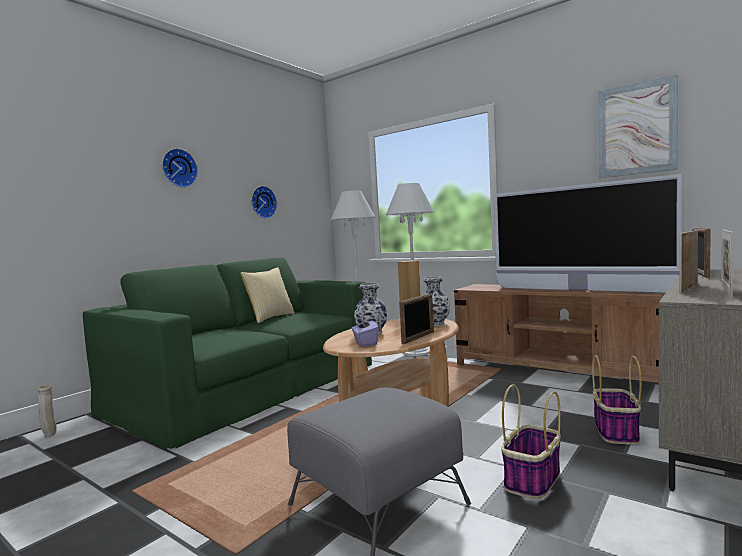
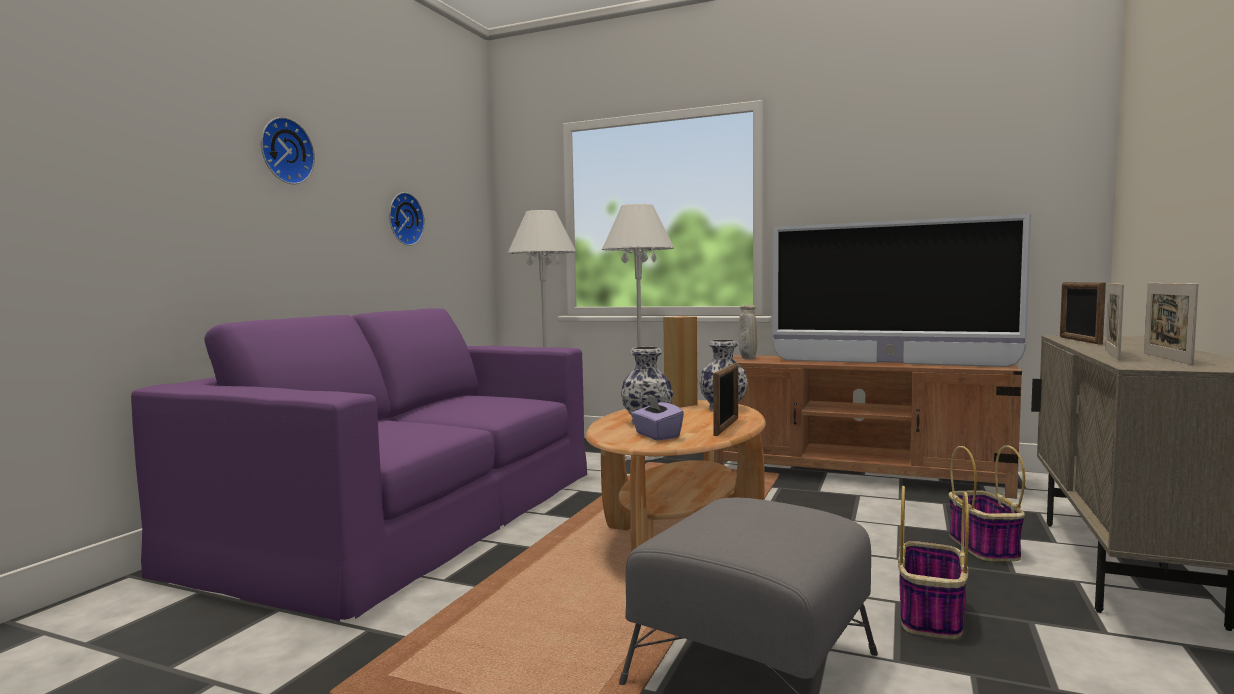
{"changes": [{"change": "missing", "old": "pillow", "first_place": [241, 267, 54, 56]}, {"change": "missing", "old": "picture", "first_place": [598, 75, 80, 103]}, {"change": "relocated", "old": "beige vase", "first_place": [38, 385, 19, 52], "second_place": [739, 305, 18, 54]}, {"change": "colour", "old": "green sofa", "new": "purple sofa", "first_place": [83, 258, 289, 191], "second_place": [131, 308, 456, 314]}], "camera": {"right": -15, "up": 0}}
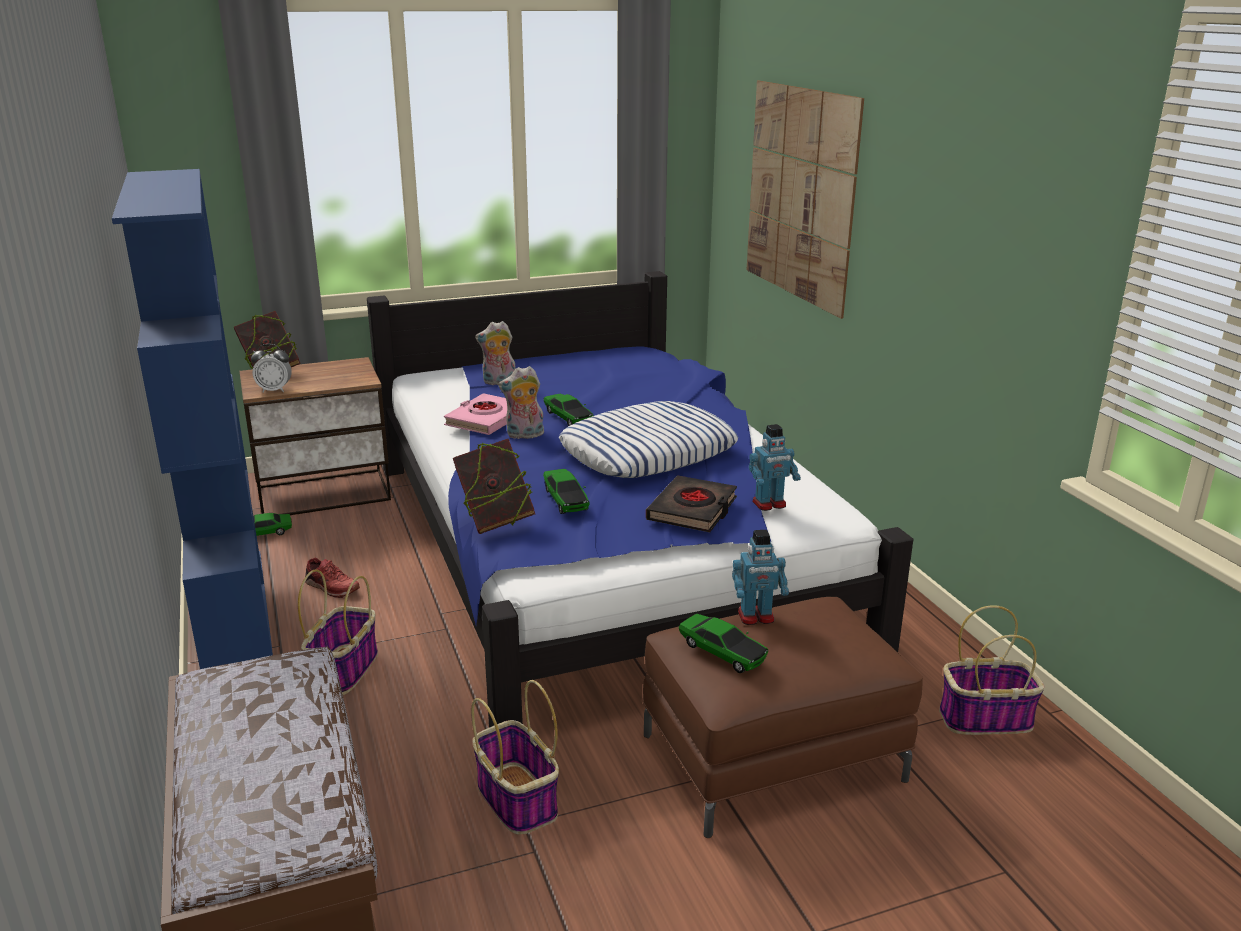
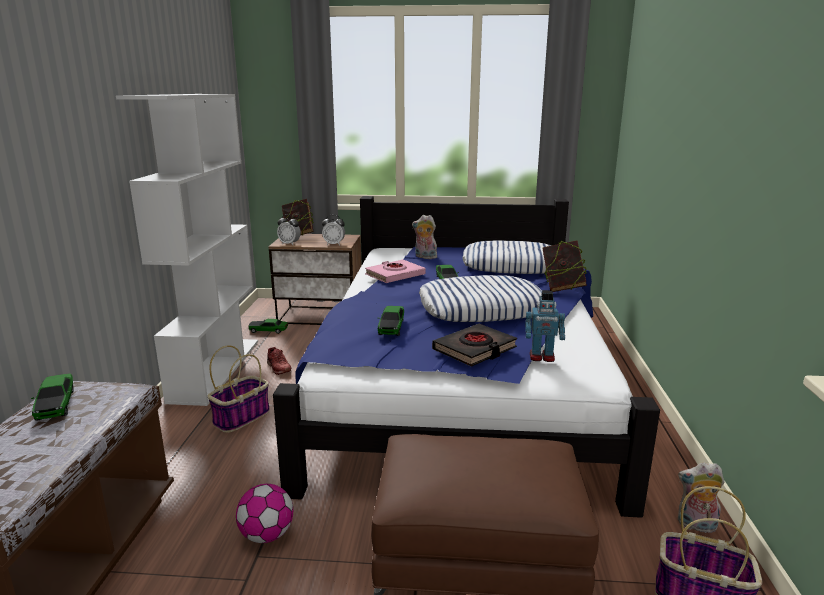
{"changes": [{"change": "missing", "old": "toy robot", "first_place": [732, 530, 57, 95]}, {"change": "missing", "old": "picture", "first_place": [747, 81, 117, 238]}, {"change": "appeared", "new": "alarm clock", "second_place": [322, 215, 23, 30]}, {"change": "appeared", "new": "pillow", "second_place": [462, 240, 90, 34]}, {"change": "relocated", "old": "book", "first_place": [453, 439, 82, 95], "second_place": [543, 240, 44, 52]}, {"change": "relocated", "old": "plush toy", "first_place": [498, 366, 46, 73], "second_place": [678, 462, 47, 71]}, {"change": "relocated", "old": "toy car", "first_place": [679, 614, 89, 59], "second_place": [31, 374, 43, 47]}, {"change": "exchanged", "old": "basket", "new": "football", "first_place": [471, 680, 88, 154], "second_place": [236, 484, 57, 59]}, {"change": "colour", "old": "blue bookcase", "new": "white bookcase", "first_place": [112, 169, 161, 500], "second_place": [116, 94, 142, 312]}], "camera": {"right": 25, "up": -5}}
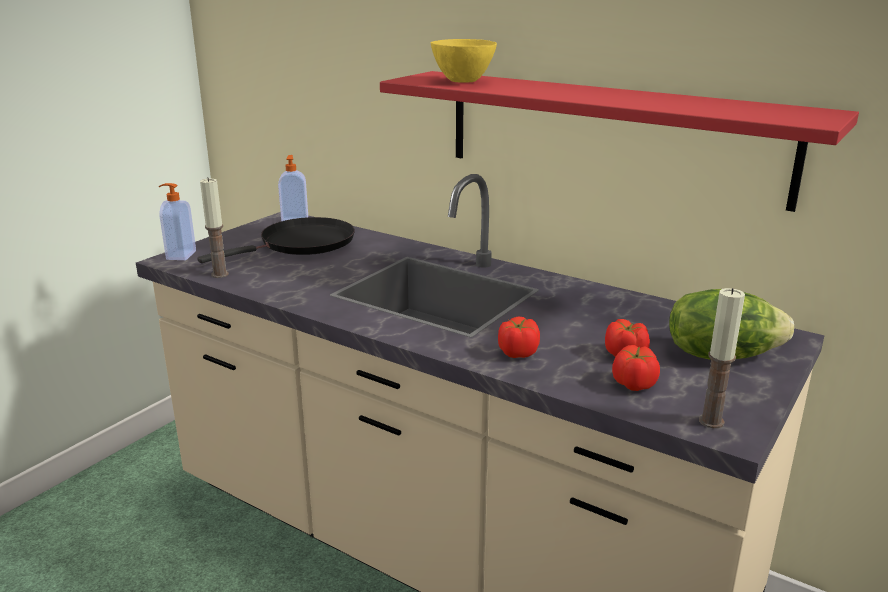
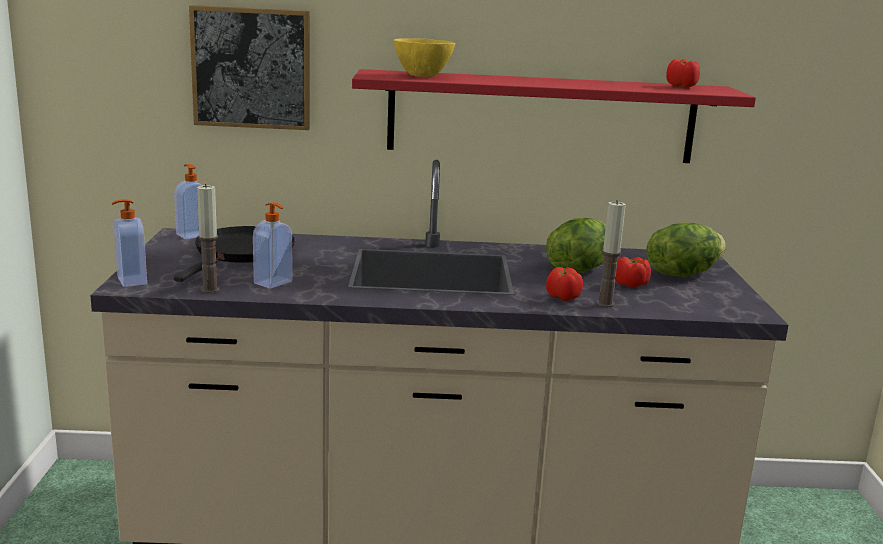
{"changes": [{"change": "appeared", "new": "picture", "second_place": [189, 5, 121, 125]}, {"change": "appeared", "new": "soap dispenser", "second_place": [253, 202, 40, 87]}, {"change": "appeared", "new": "lettuce", "second_place": [546, 218, 60, 55]}, {"change": "relocated", "old": "tomato", "first_place": [612, 345, 48, 46], "second_place": [666, 59, 34, 29]}, {"change": "relocated", "old": "candle", "first_place": [699, 288, 46, 140], "second_place": [597, 200, 29, 107]}], "camera": {"right": -35, "up": -5}}
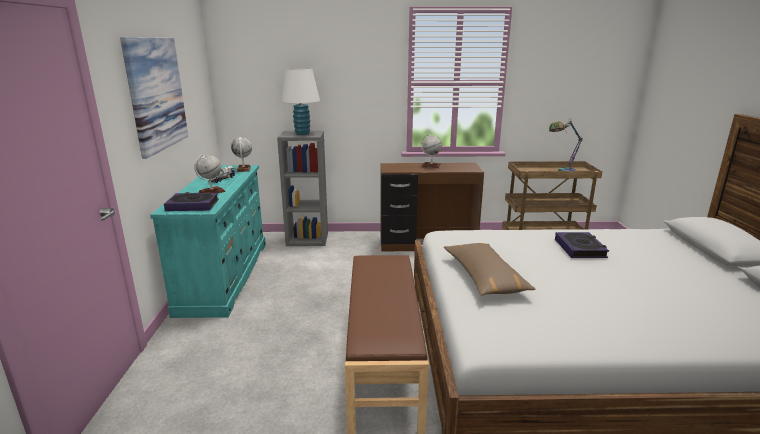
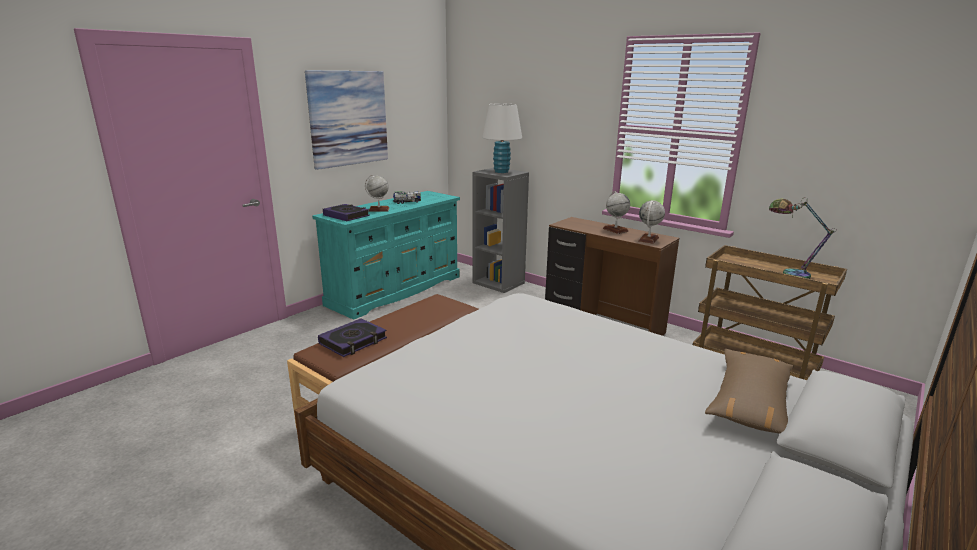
{"changes": [{"change": "relocated", "old": "globe", "first_place": [231, 137, 21, 35], "second_place": [638, 200, 27, 44]}, {"change": "relocated", "old": "brown pillow", "first_place": [444, 243, 92, 53], "second_place": [705, 349, 89, 85]}, {"change": "relocated", "old": "book", "first_place": [555, 232, 54, 26], "second_place": [318, 318, 69, 39]}], "camera": {"right": 40, "up": 0}}
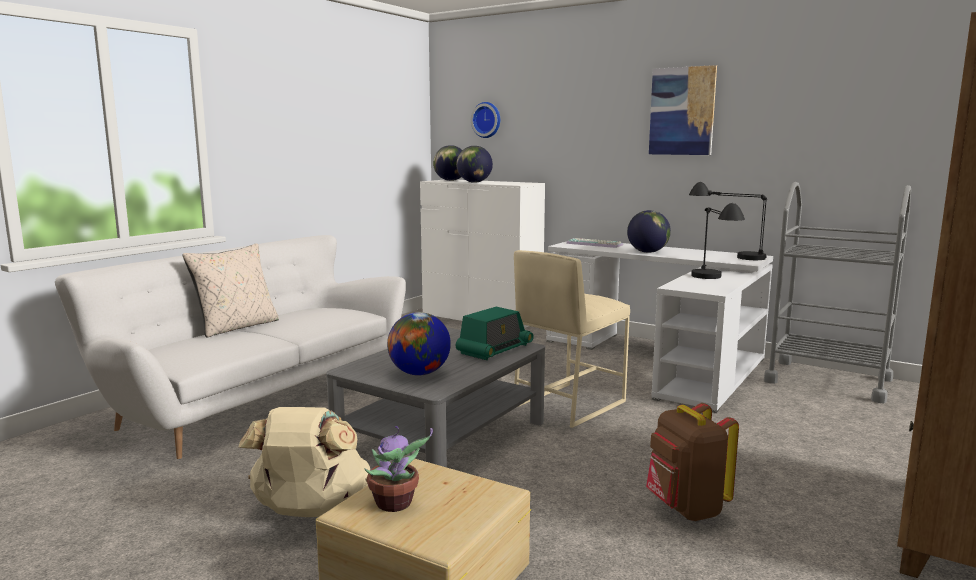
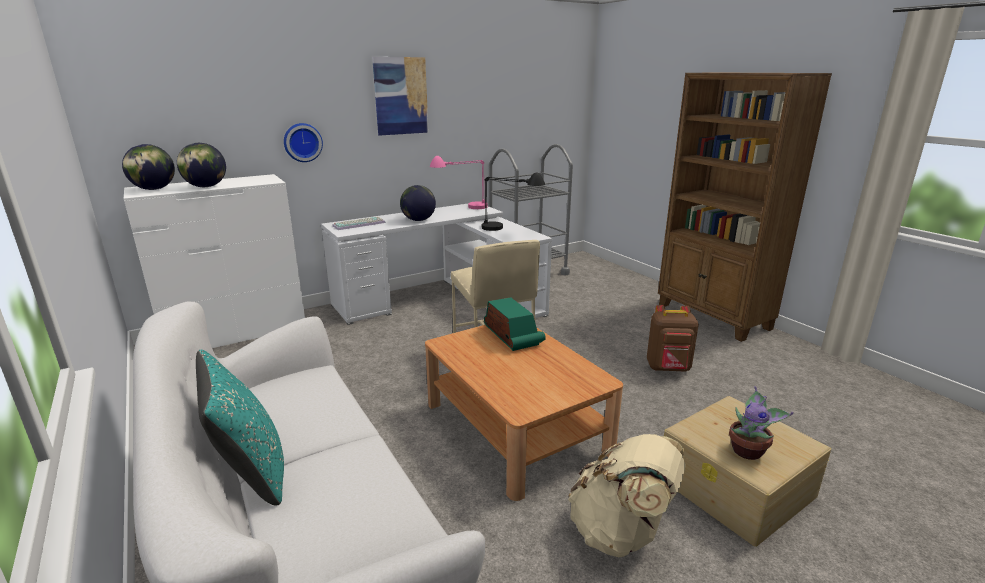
{"changes": [{"change": "missing", "old": "globe", "first_place": [387, 312, 64, 63]}, {"change": "relocated", "old": "wall clock", "first_place": [471, 102, 29, 36], "second_place": [284, 123, 39, 39]}, {"change": "colour", "old": "beige pillow", "new": "turquoise pillow", "first_place": [182, 243, 97, 95], "second_place": [196, 350, 88, 156]}, {"change": "colour", "old": "grey coffee table", "new": "brown coffee table", "first_place": [326, 328, 219, 139], "second_place": [425, 325, 198, 176]}, {"change": "colour", "old": "black table lamp", "new": "pink table lamp", "first_place": [689, 182, 78, 78], "second_place": [430, 156, 55, 53]}], "camera": {"right": -65, "up": 10}}
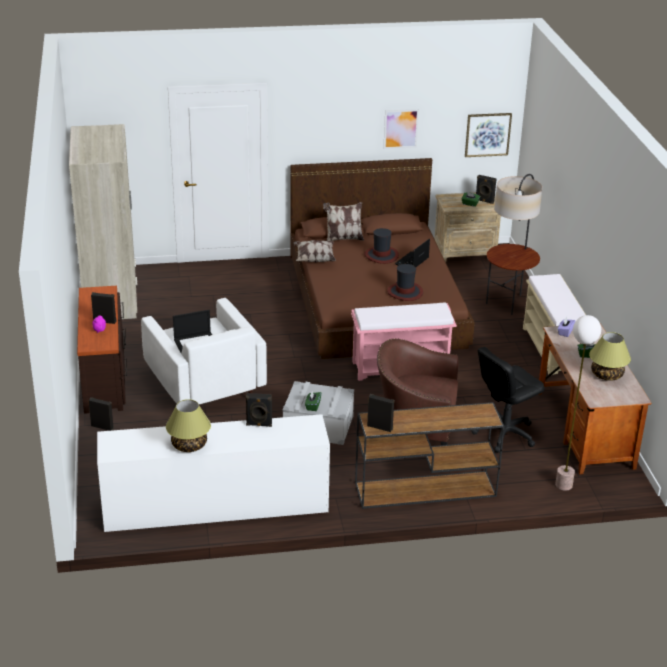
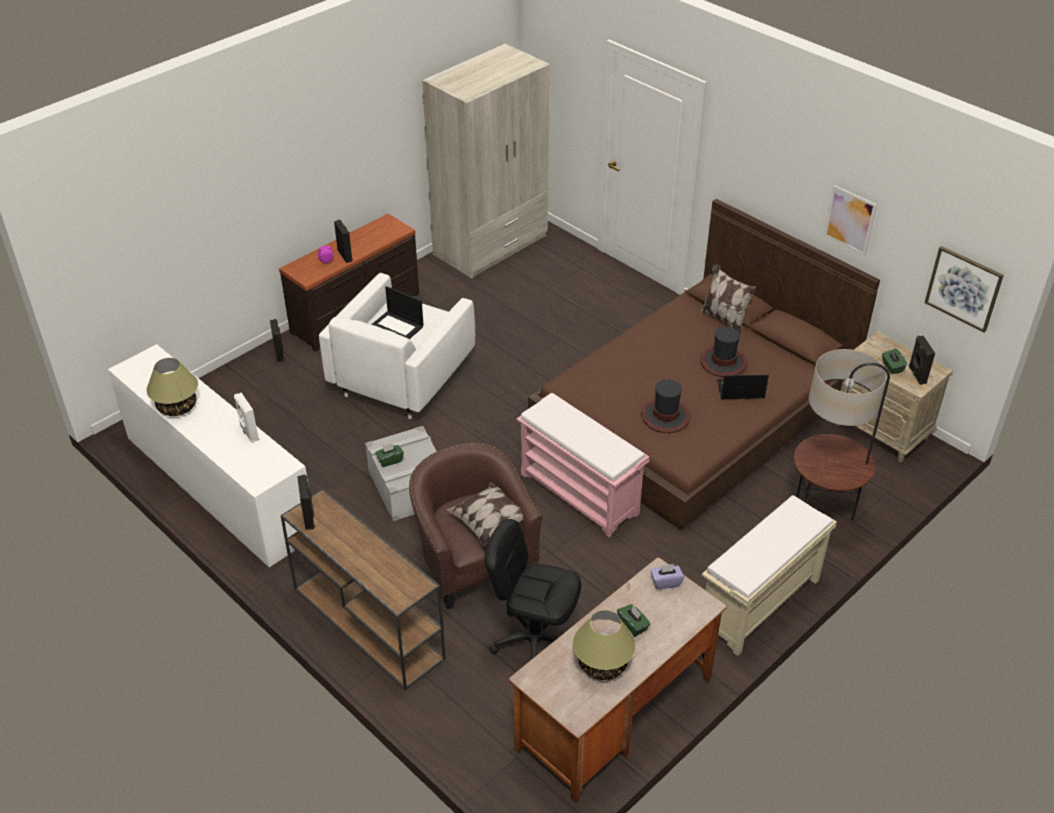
{"changes": [{"change": "missing", "old": "floor lamp", "first_place": [555, 315, 46, 176]}, {"change": "relocated", "old": "pillow", "first_place": [294, 240, 42, 23], "second_place": [446, 482, 78, 64]}, {"change": "colour", "old": "black speaker", "new": "white speaker", "first_place": [246, 393, 26, 34], "second_place": [234, 392, 25, 51]}], "camera": {"right": 55, "up": 10}}
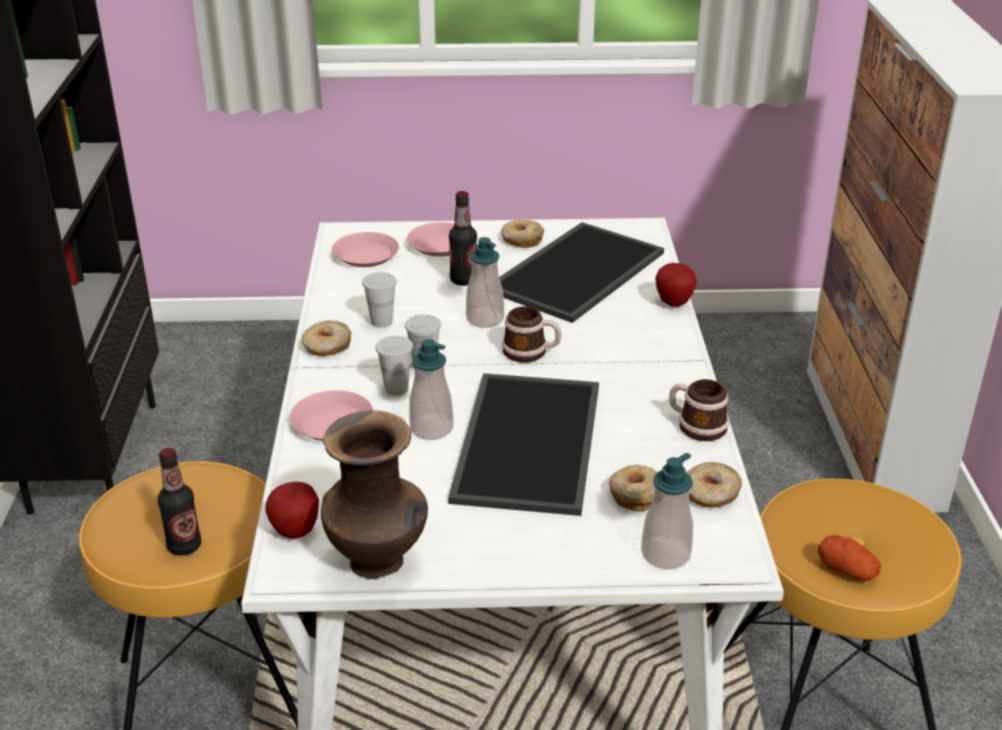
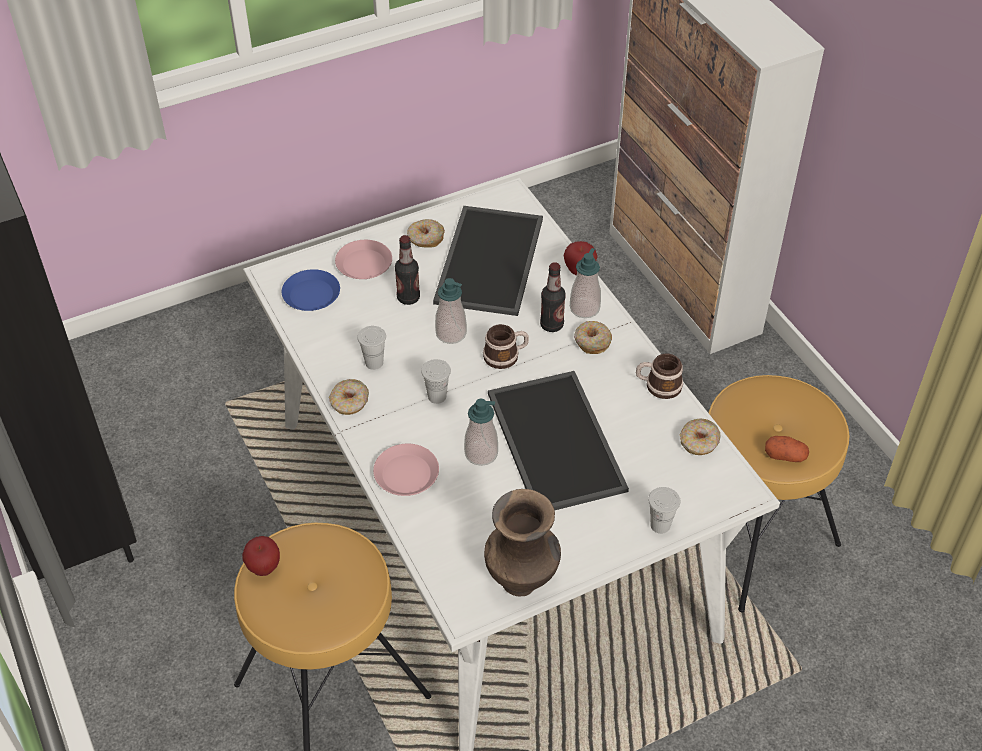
{"changes": [{"change": "relocated", "old": "bottle", "first_place": [157, 448, 44, 108], "second_place": [540, 262, 26, 70]}, {"change": "relocated", "old": "apple", "first_place": [265, 482, 54, 57], "second_place": [242, 536, 38, 40]}, {"change": "relocated", "old": "white cup", "first_place": [375, 336, 38, 60], "second_place": [648, 487, 32, 47]}, {"change": "relocated", "old": "donut", "first_place": [609, 465, 49, 46], "second_place": [574, 321, 38, 33]}, {"change": "relocated", "old": "soap dispenser", "first_place": [641, 453, 52, 116], "second_place": [570, 248, 31, 70]}, {"change": "colour", "old": "pink plate", "new": "blue plate", "first_place": [332, 232, 67, 35], "second_place": [282, 269, 58, 42]}], "camera": {"right": -25, "up": 15}}
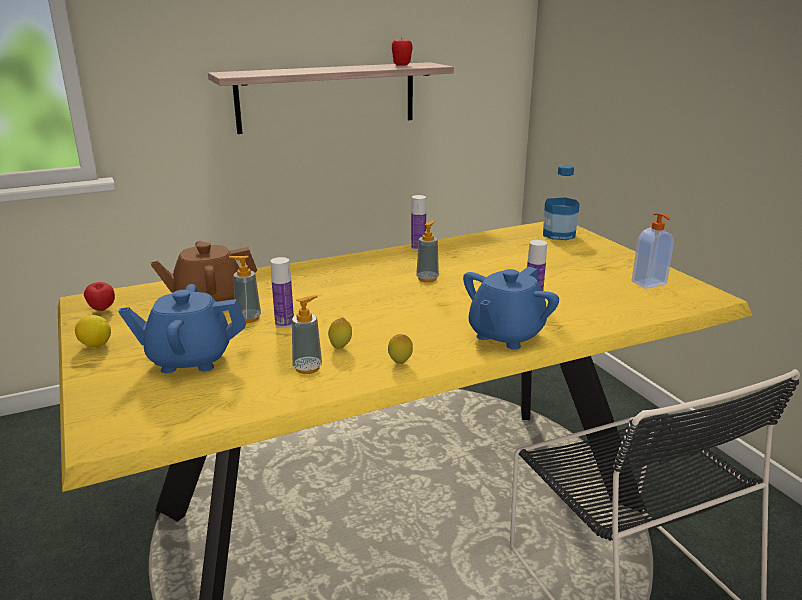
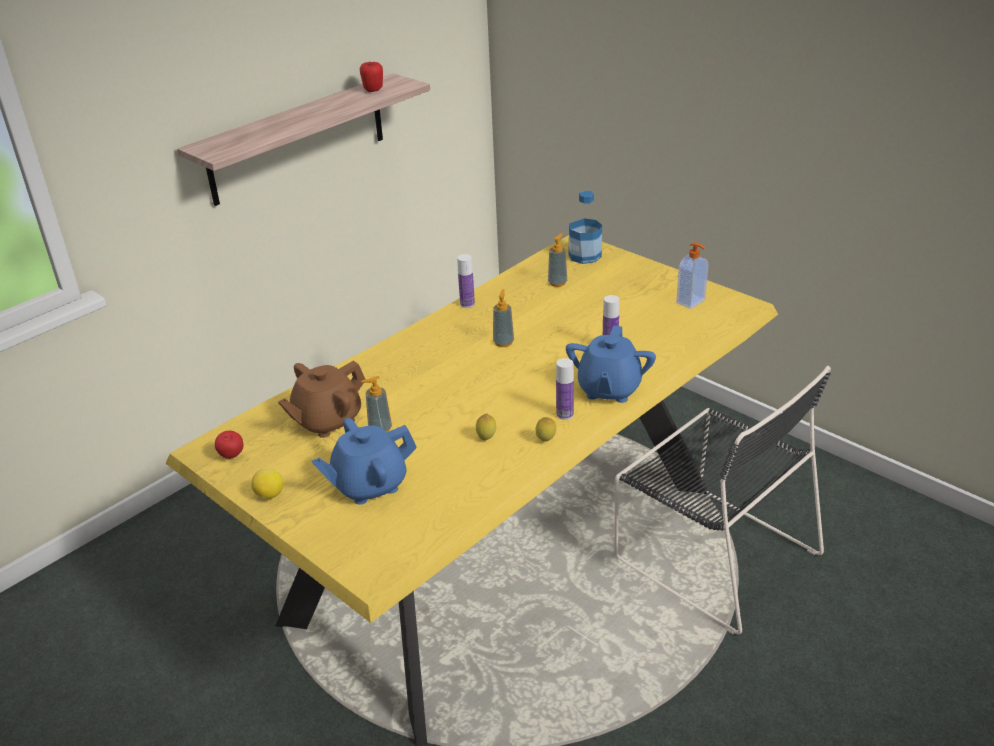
{"changes": [{"change": "relocated", "old": "bottle", "first_place": [270, 257, 24, 71], "second_place": [556, 358, 18, 62]}, {"change": "relocated", "old": "soap dispenser", "first_place": [292, 295, 30, 79], "second_place": [548, 233, 19, 54]}], "camera": {"right": -20, "up": 10}}
